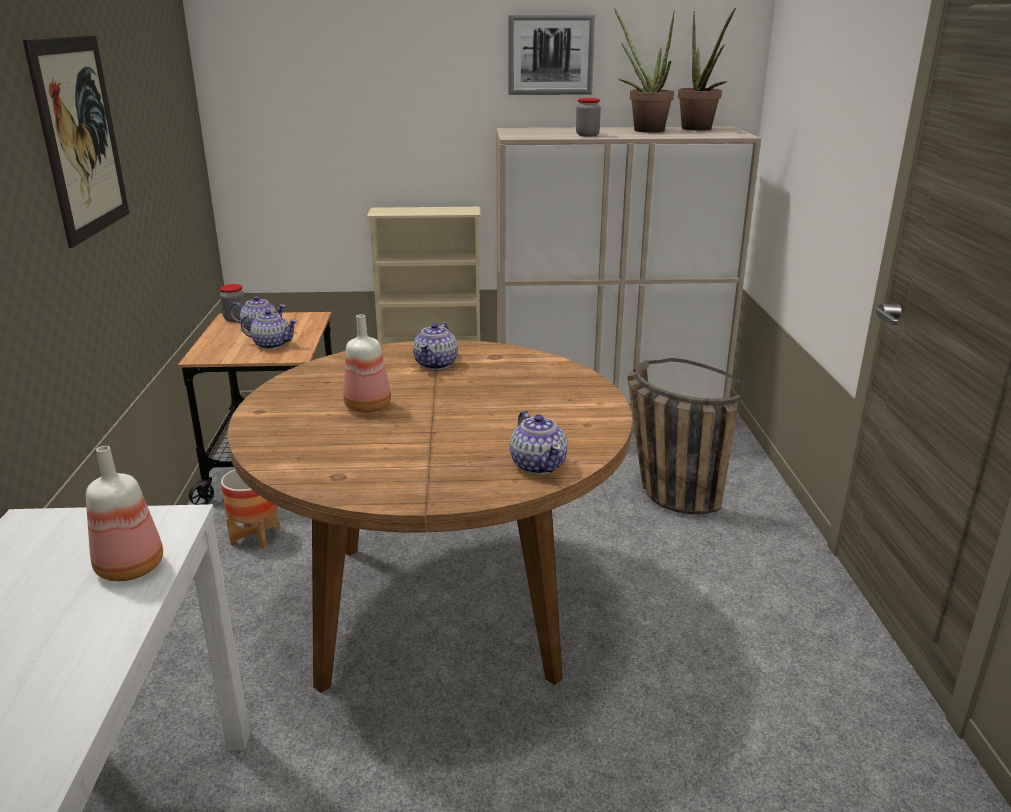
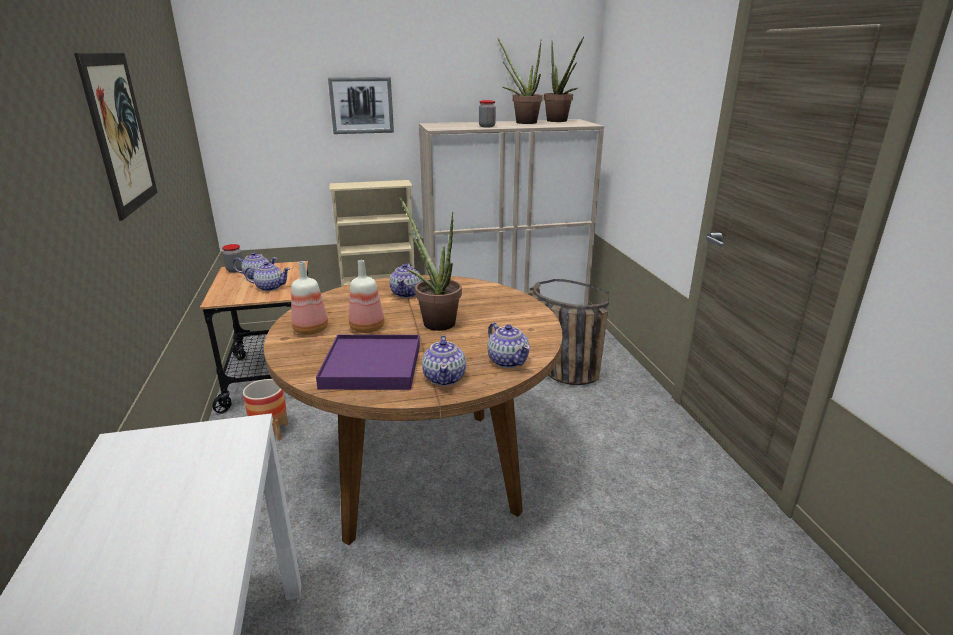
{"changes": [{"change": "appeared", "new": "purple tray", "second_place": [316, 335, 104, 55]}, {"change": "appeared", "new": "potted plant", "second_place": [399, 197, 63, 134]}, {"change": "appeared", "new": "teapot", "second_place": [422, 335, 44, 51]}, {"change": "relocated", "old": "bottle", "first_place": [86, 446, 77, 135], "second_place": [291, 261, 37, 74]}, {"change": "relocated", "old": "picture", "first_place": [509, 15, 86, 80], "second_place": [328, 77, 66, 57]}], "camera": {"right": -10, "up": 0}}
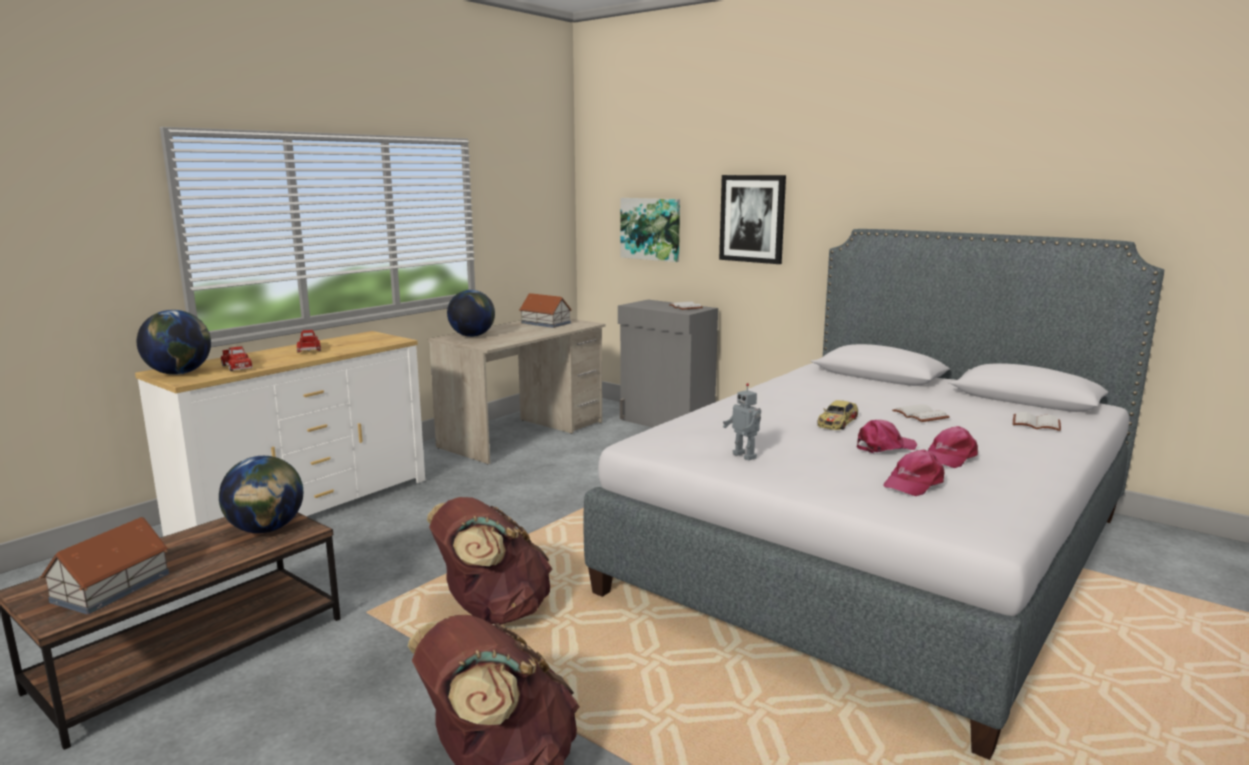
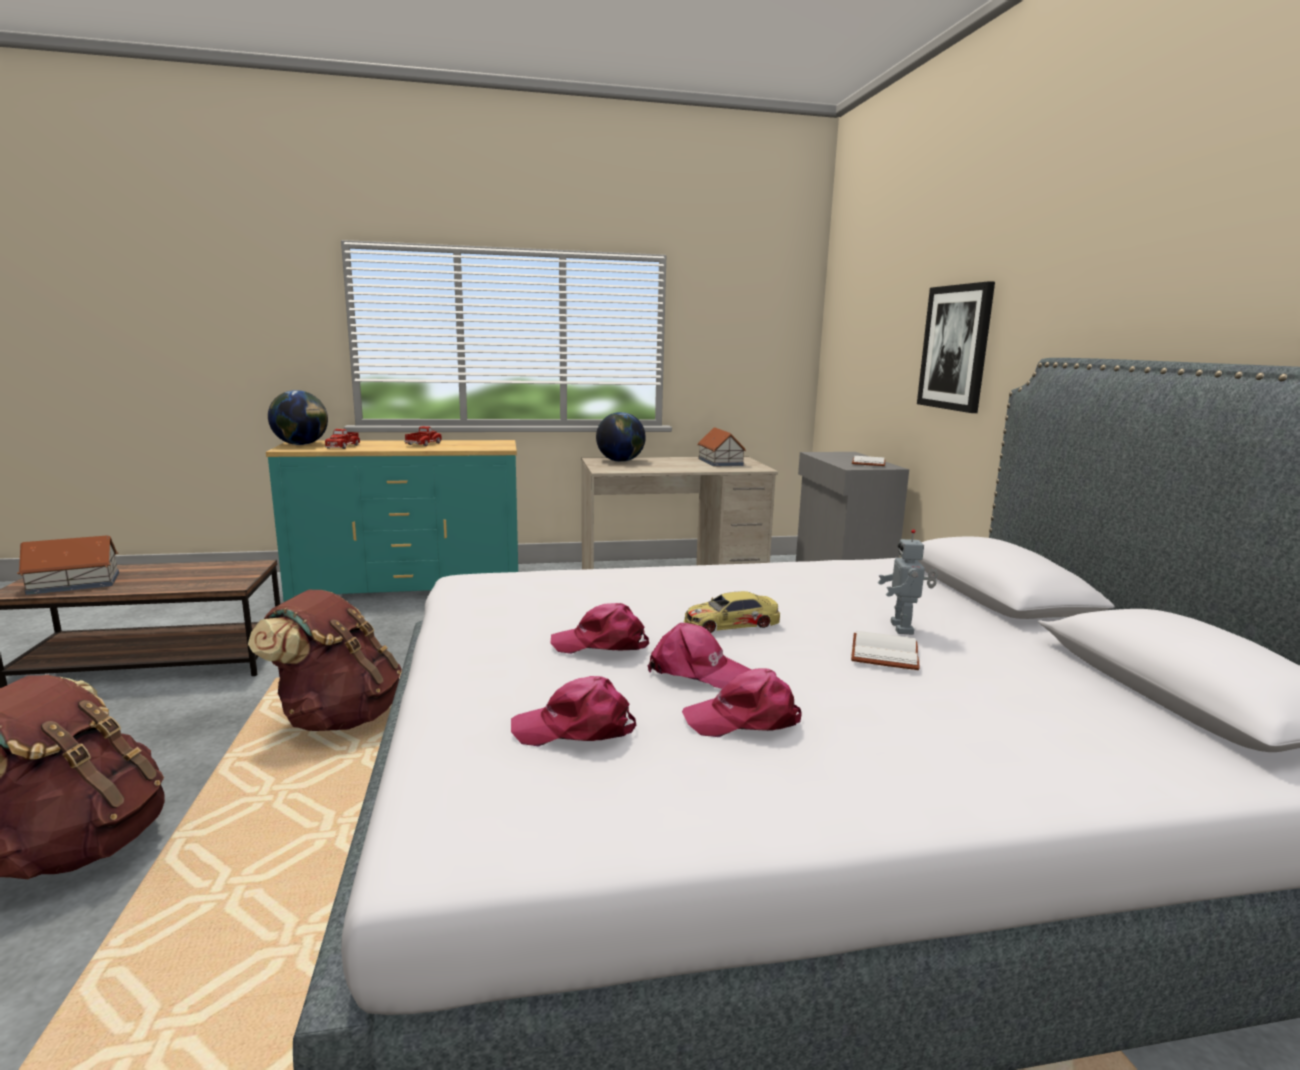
{"changes": [{"change": "missing", "old": "globe", "first_place": [219, 456, 84, 77]}, {"change": "missing", "old": "picture", "first_place": [621, 198, 59, 64]}, {"change": "missing", "old": "white book", "first_place": [1013, 412, 48, 19]}, {"change": "appeared", "new": "pink cap", "second_place": [551, 603, 98, 51]}, {"change": "relocated", "old": "toy robot", "first_place": [723, 383, 38, 78], "second_place": [878, 529, 60, 106]}, {"change": "colour", "old": "white dresser", "new": "turquoise dresser", "first_place": [135, 331, 290, 205], "second_place": [266, 440, 252, 162]}], "camera": {"right": 40, "up": 0}}
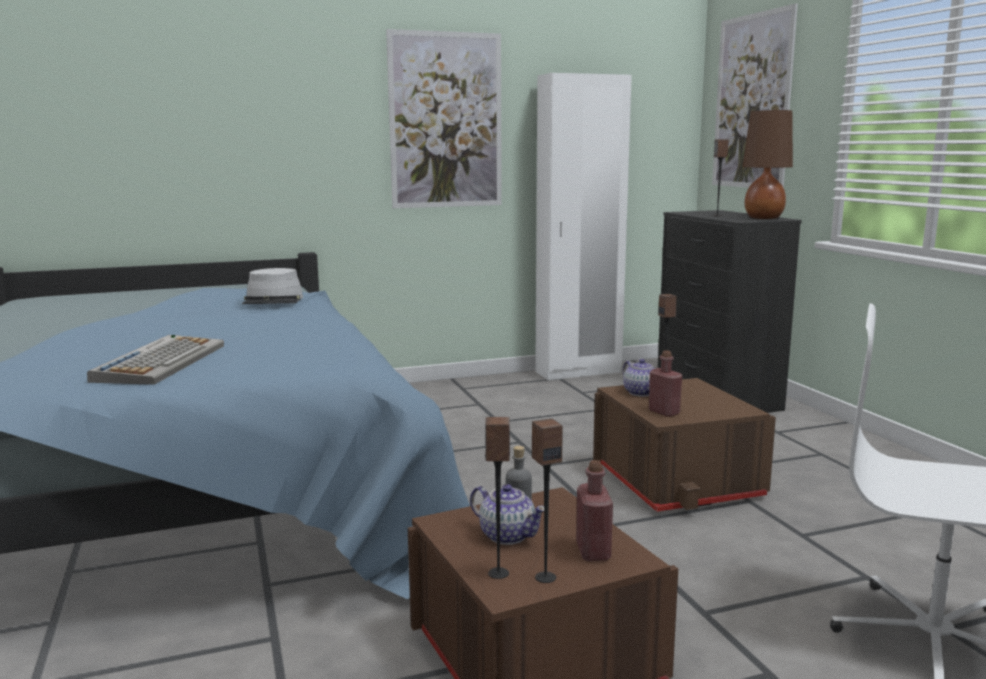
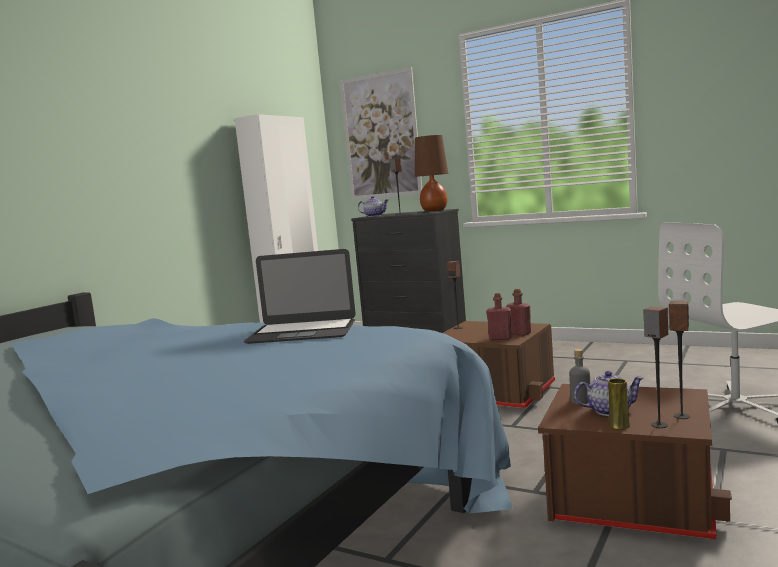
{"changes": [{"change": "missing", "old": "keyboard", "first_place": [87, 335, 137, 50]}, {"change": "missing", "old": "grey hat", "first_place": [242, 268, 61, 36]}, {"change": "missing", "old": "picture", "first_place": [386, 29, 116, 179]}, {"change": "appeared", "new": "laptop", "second_place": [244, 249, 112, 95]}, {"change": "appeared", "new": "yellow vase", "second_place": [608, 378, 22, 52]}, {"change": "relocated", "old": "red bottle", "first_place": [576, 460, 37, 101], "second_place": [506, 289, 25, 47]}, {"change": "relocated", "old": "teapot", "first_place": [623, 359, 32, 37], "second_place": [358, 196, 30, 21]}], "camera": {"right": -40, "up": -5}}
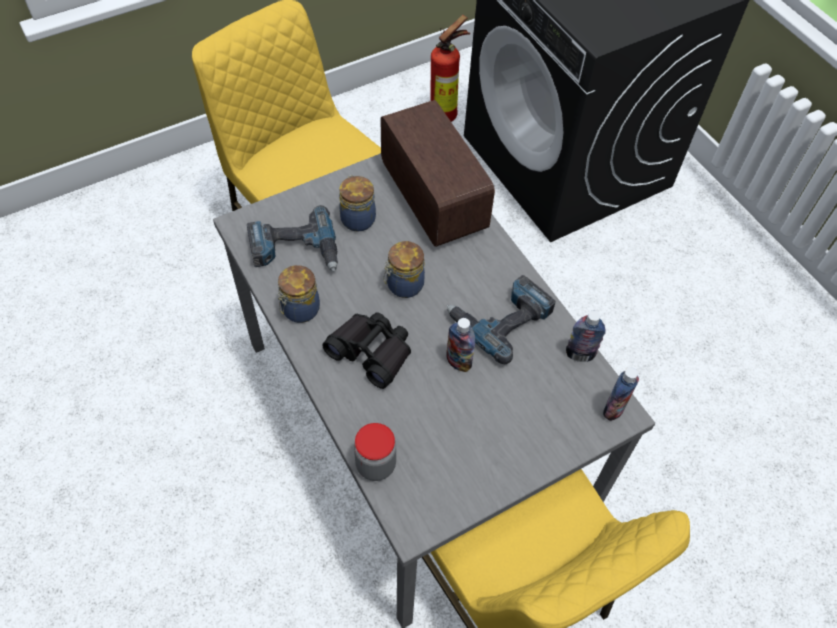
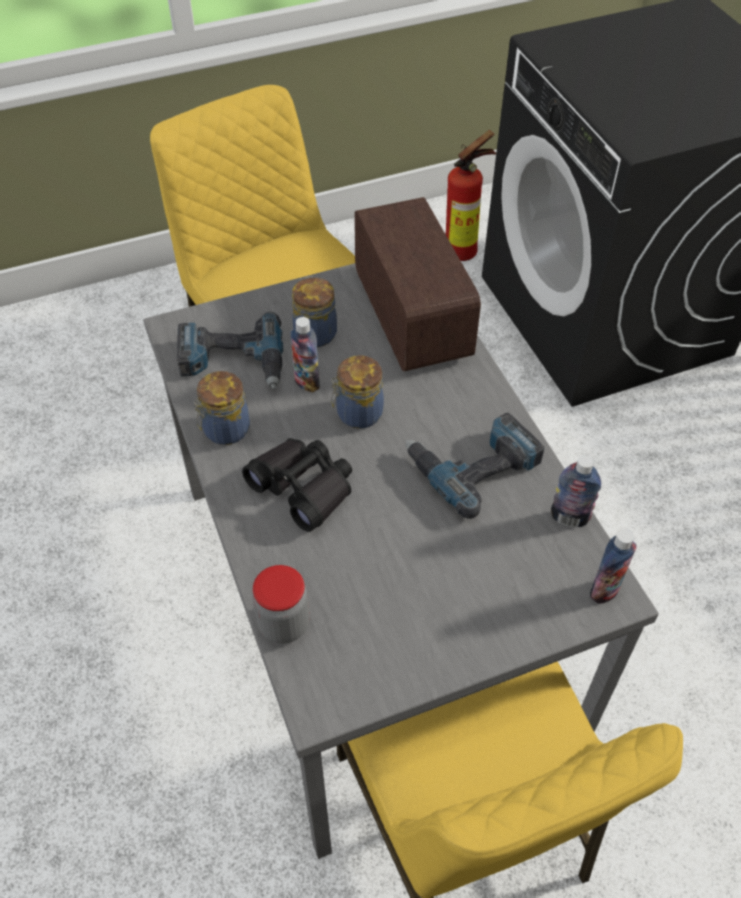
{"changes": [{"change": "relocated", "old": "bottle", "first_place": [446, 318, 29, 54], "second_place": [290, 317, 30, 75]}], "camera": {"right": 10, "up": -5}}
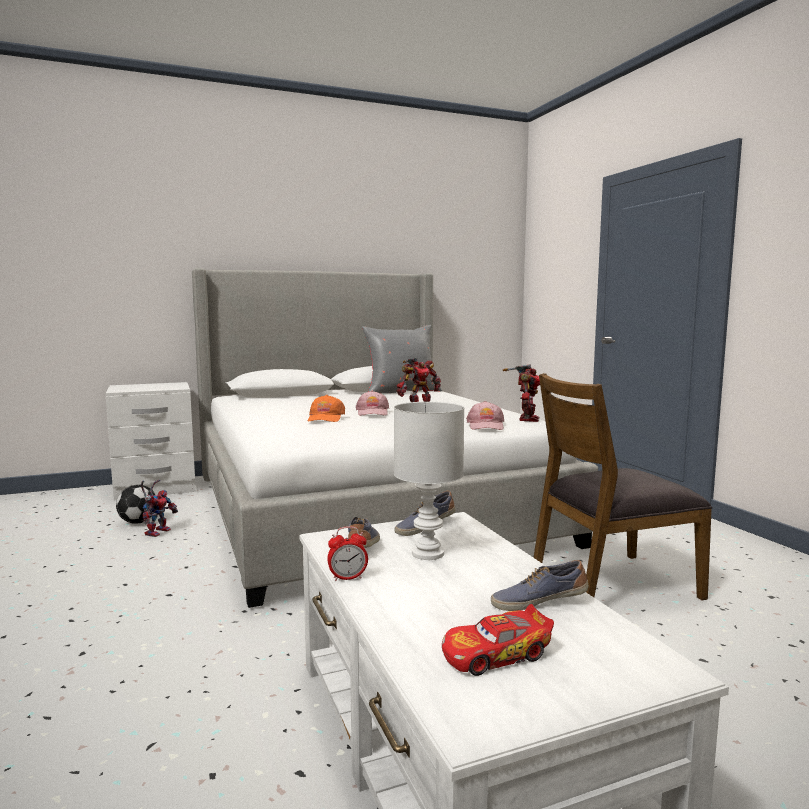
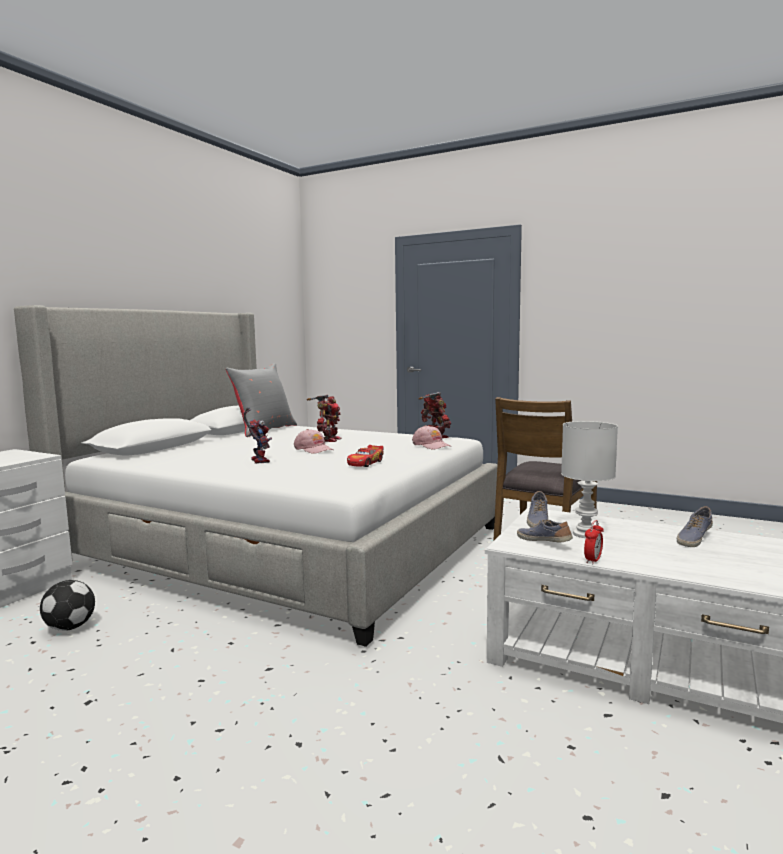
{"changes": [{"change": "missing", "old": "orange cap", "first_place": [308, 395, 37, 27]}, {"change": "relocated", "old": "toy robot", "first_place": [141, 479, 37, 58], "second_place": [244, 407, 28, 57]}, {"change": "relocated", "old": "toy car", "first_place": [442, 604, 112, 72], "second_place": [347, 445, 37, 22]}], "camera": {"right": -40, "up": 0}}
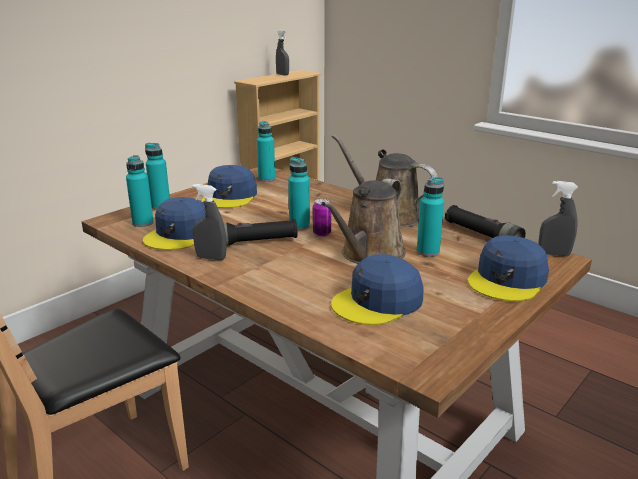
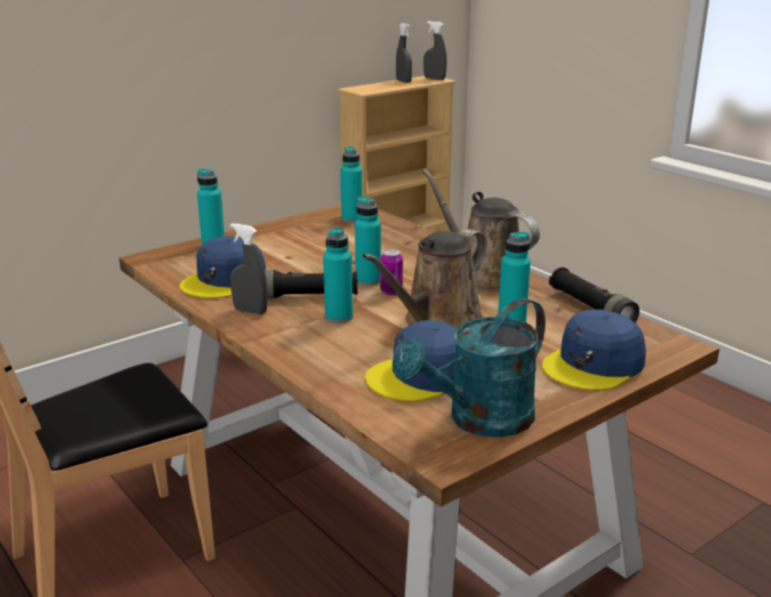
{"changes": [{"change": "missing", "old": "blue cap", "first_place": [202, 165, 55, 43]}, {"change": "appeared", "new": "turquoise watering can", "second_place": [392, 298, 153, 139]}, {"change": "relocated", "old": "turquoise bottle", "first_place": [126, 155, 28, 72], "second_place": [323, 227, 30, 96]}, {"change": "relocated", "old": "grey spray bottle", "first_place": [538, 181, 40, 76], "second_place": [423, 21, 24, 59]}], "camera": {"right": 10, "up": 0}}
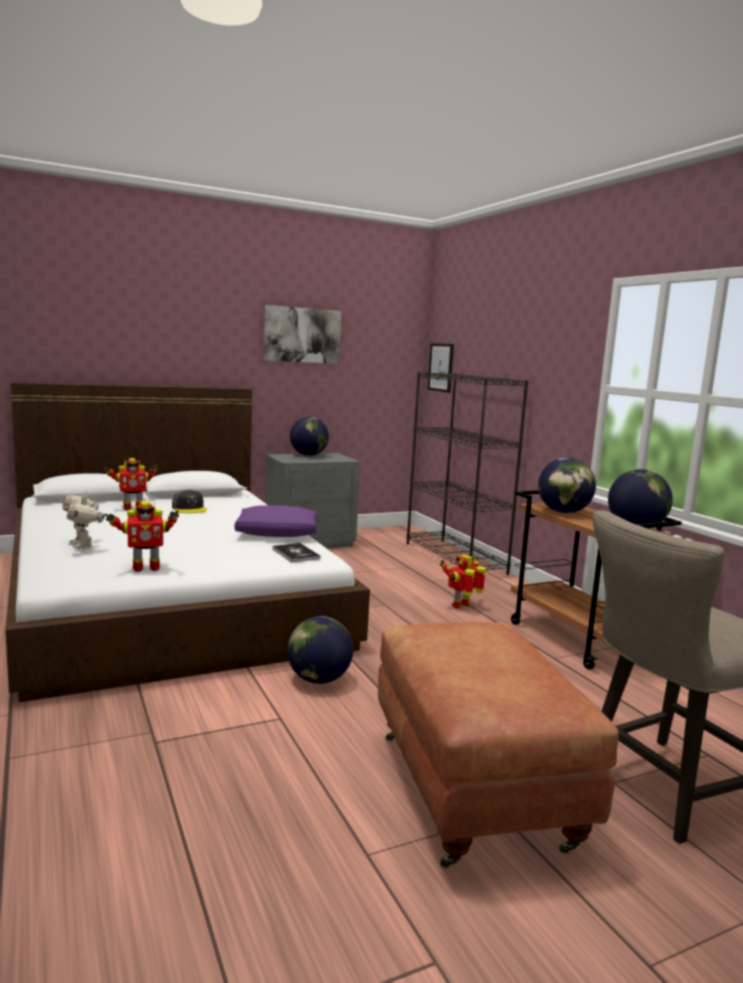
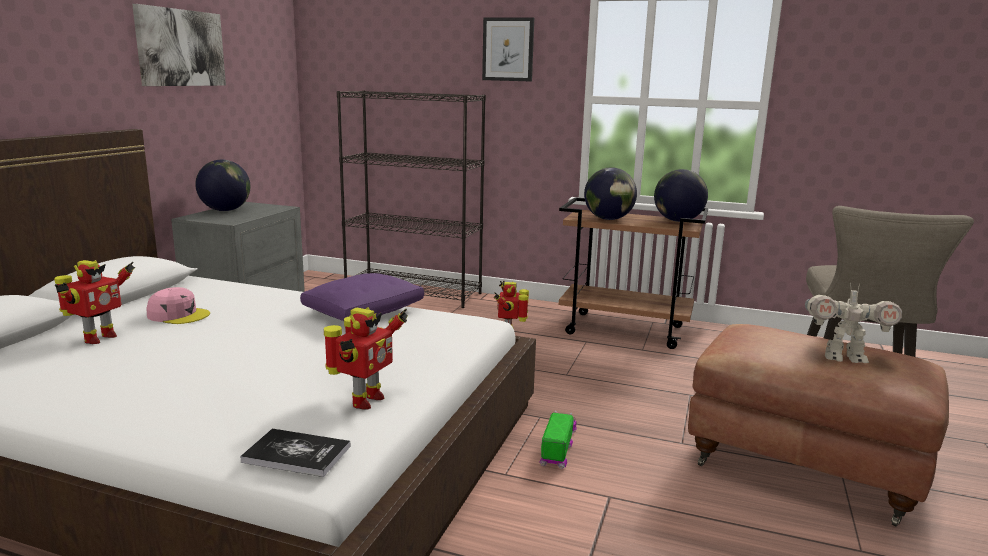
{"changes": [{"change": "relocated", "old": "toy robot", "first_place": [62, 490, 43, 59], "second_place": [805, 283, 97, 80]}, {"change": "relocated", "old": "book", "first_place": [272, 543, 49, 20], "second_place": [240, 429, 110, 48]}, {"change": "relocated", "old": "picture", "first_place": [428, 343, 26, 50], "second_place": [482, 17, 52, 64]}, {"change": "exchanged", "old": "globe", "new": "toy truck", "first_place": [287, 616, 66, 68], "second_place": [539, 411, 38, 58]}, {"change": "colour", "old": "grey cap", "new": "pink cap", "first_place": [172, 490, 35, 23], "second_place": [146, 287, 64, 37]}], "camera": {"right": -45, "up": 5}}
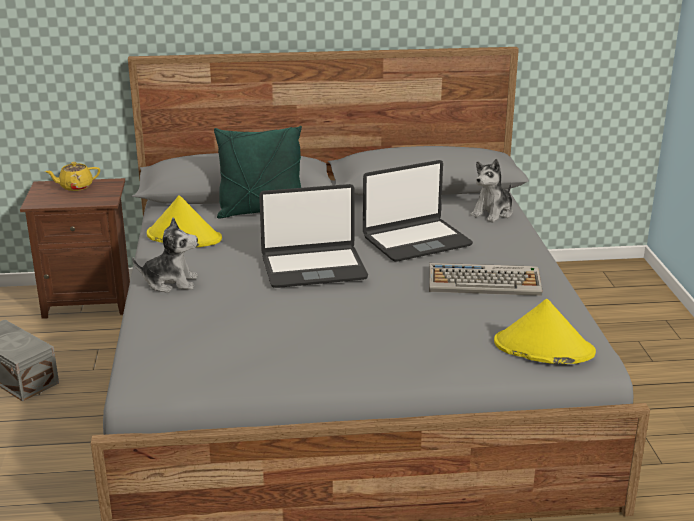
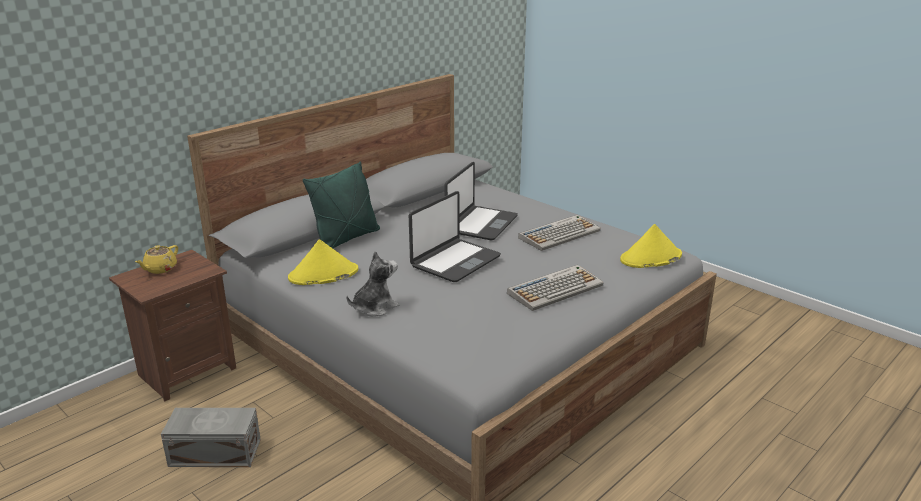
{"changes": [{"change": "missing", "old": "plush toy", "first_place": [470, 159, 43, 64]}, {"change": "appeared", "new": "keyboard", "second_place": [507, 265, 96, 46]}], "camera": {"right": -40, "up": 0}}
